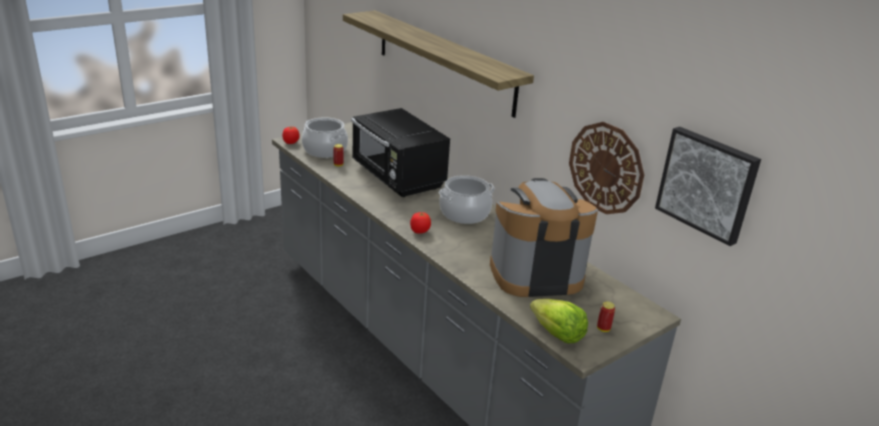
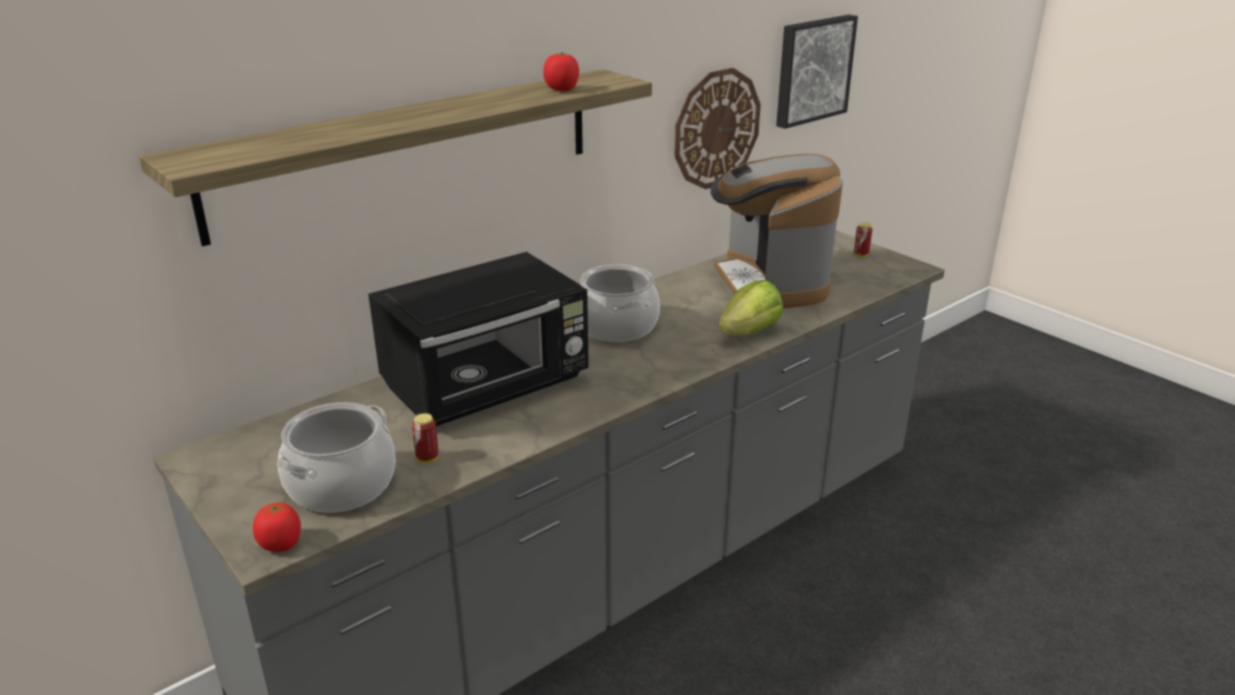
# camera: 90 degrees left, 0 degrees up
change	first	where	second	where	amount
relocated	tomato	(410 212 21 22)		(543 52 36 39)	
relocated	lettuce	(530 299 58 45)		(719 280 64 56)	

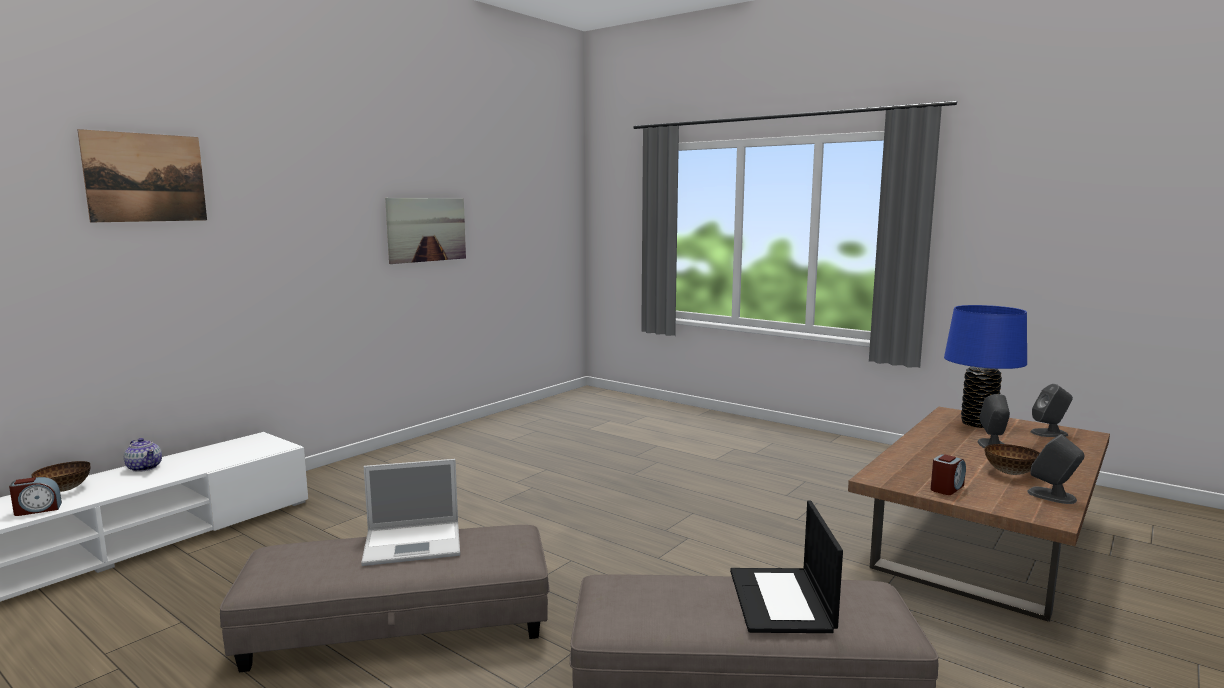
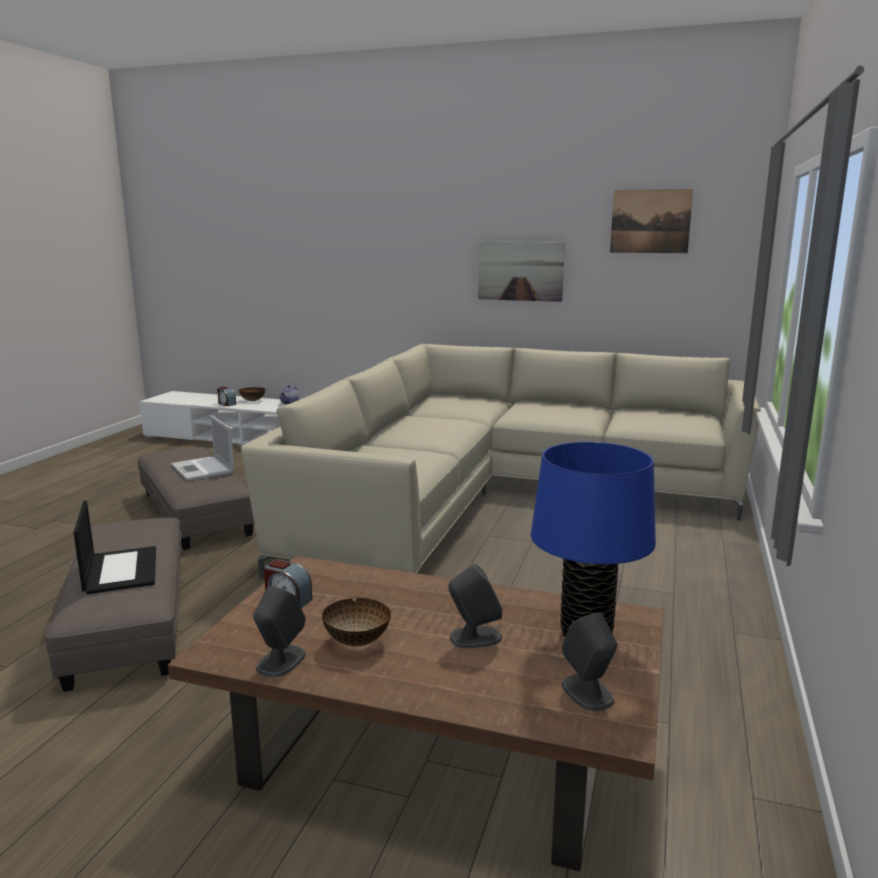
# camera: 70 degrees right, 5 degrees up
change	first	where	second	where	amount
appeared			sofa/beige	(241 344 520 235)	
relocated	picture	(77 129 130 93)		(610 189 83 64)	
spun	laptop	(730 501 113 132)		(74 500 82 94)	90 degrees clockwise

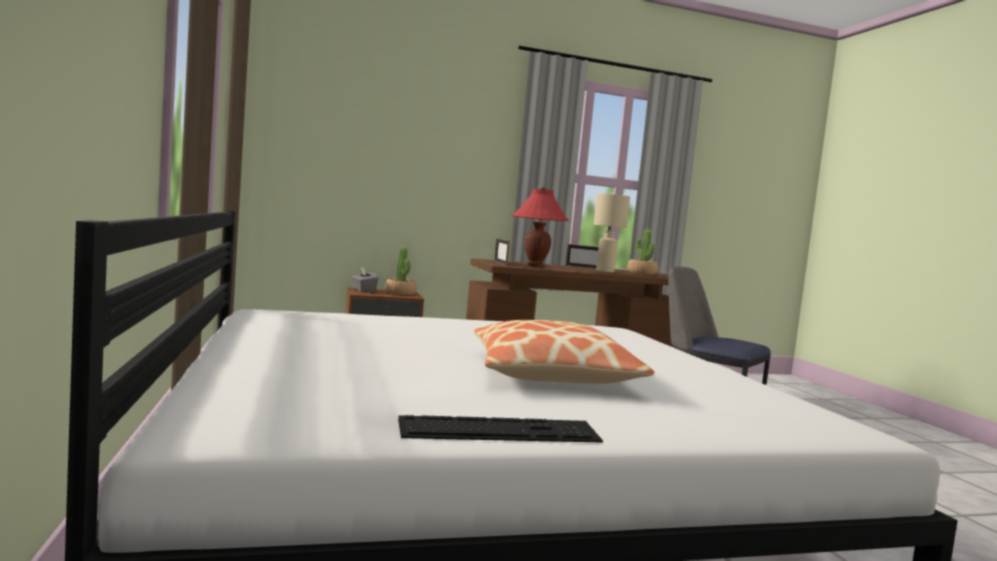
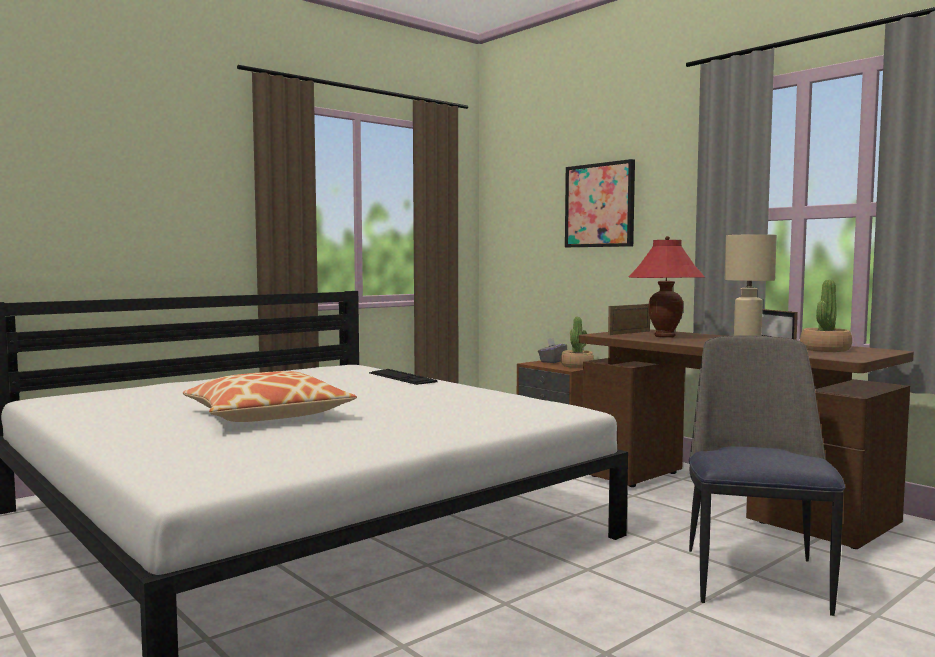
# camera: 65 degrees right, 0 degrees up
change	first	where	second	where	amount
appeared			picture	(565 159 70 88)	
relocated	keyboard	(398 415 205 28)		(369 369 68 16)	

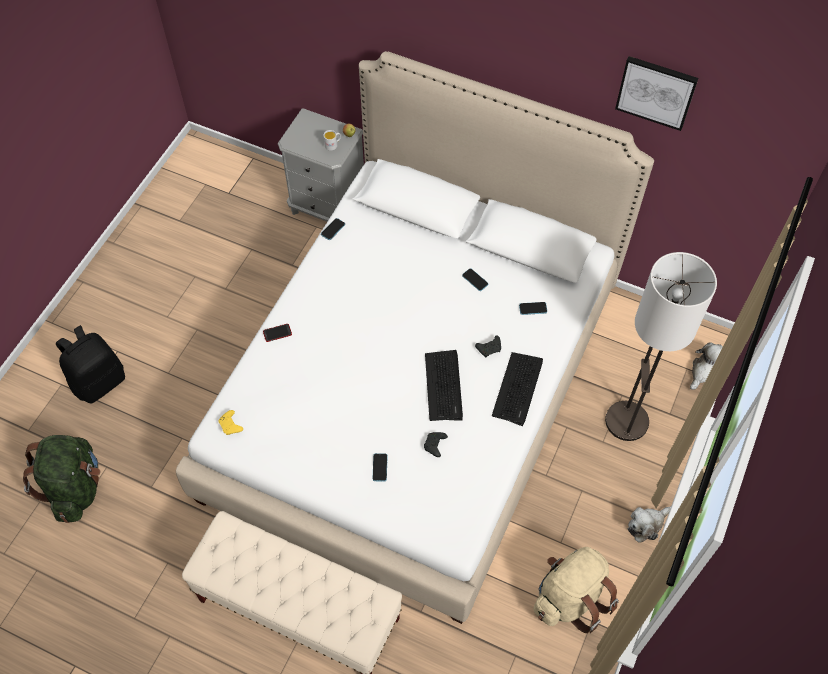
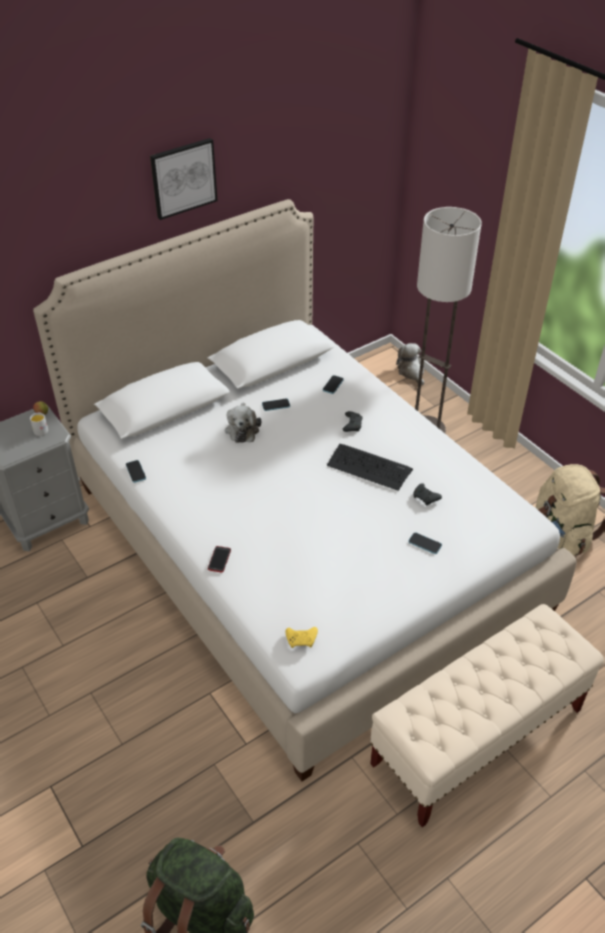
# camera: 60 degrees left, 15 degrees down
change	first	where	second	where	amount
missing	backpack/black	(56 325 69 79)			
missing	keyboard	(492 352 51 74)			
relocated	picture	(615 56 83 75)		(150 138 67 82)	
relocated	plush toy	(628 506 43 37)		(225 403 36 40)	

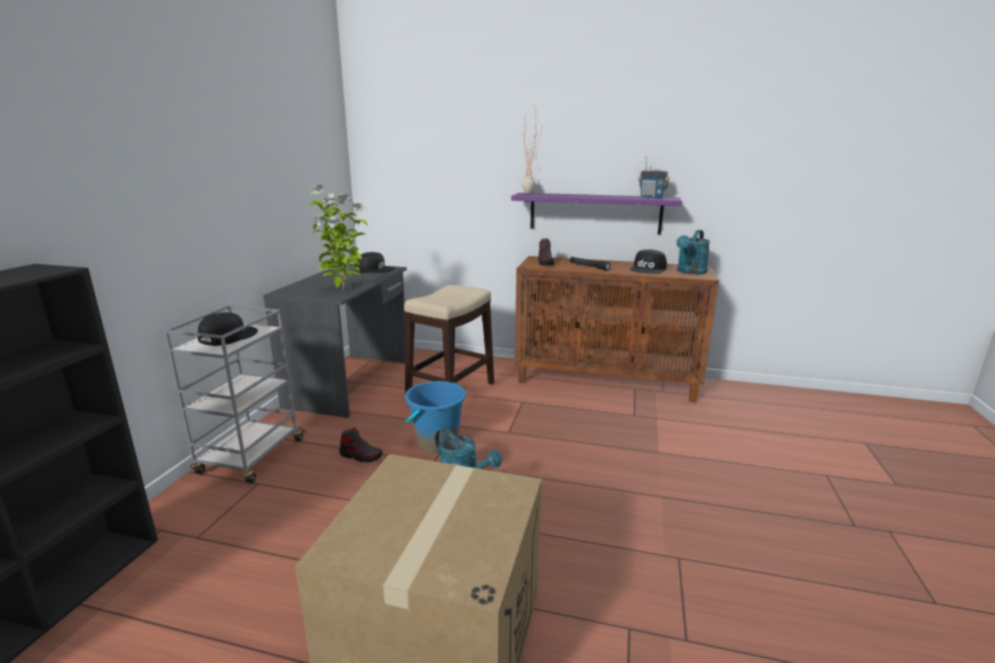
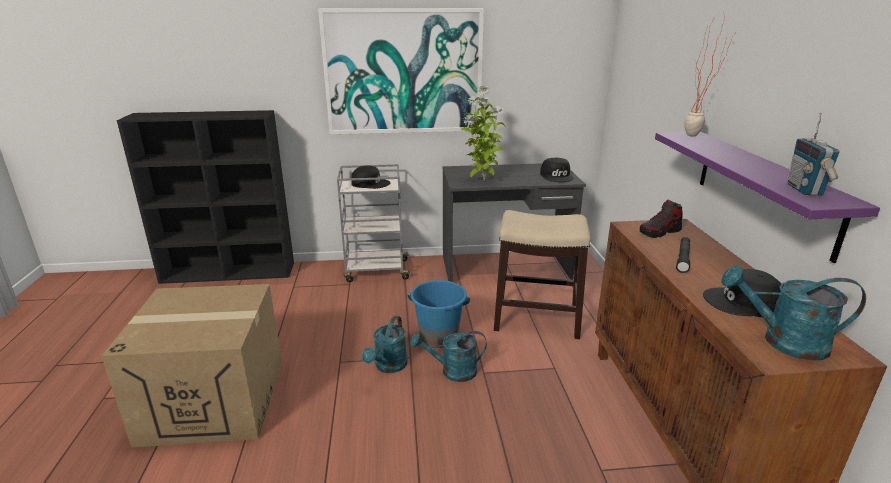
# camera: 70 degrees right, 5 degrees up
change	first	where	second	where	amount
missing	shoe	(339 427 43 36)			
appeared			picture	(318 8 166 126)	
appeared			watering can/turquoise	(410 331 77 51)	

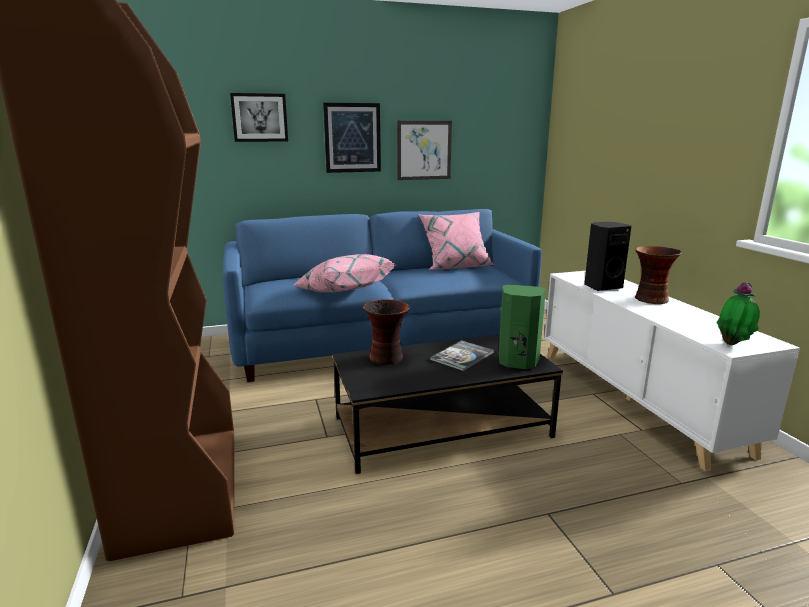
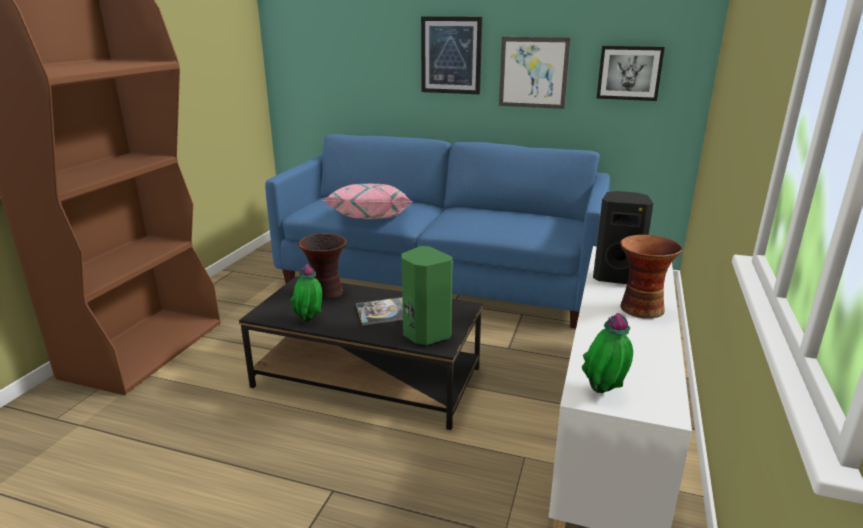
# camera: 35 degrees right, 5 degrees up
change	first	where	second	where	amount
missing	pillow/pink	(418 212 77 58)			
appeared			potted plant	(290 264 32 59)	
relocated	picture	(230 93 58 49)		(597 46 68 55)	

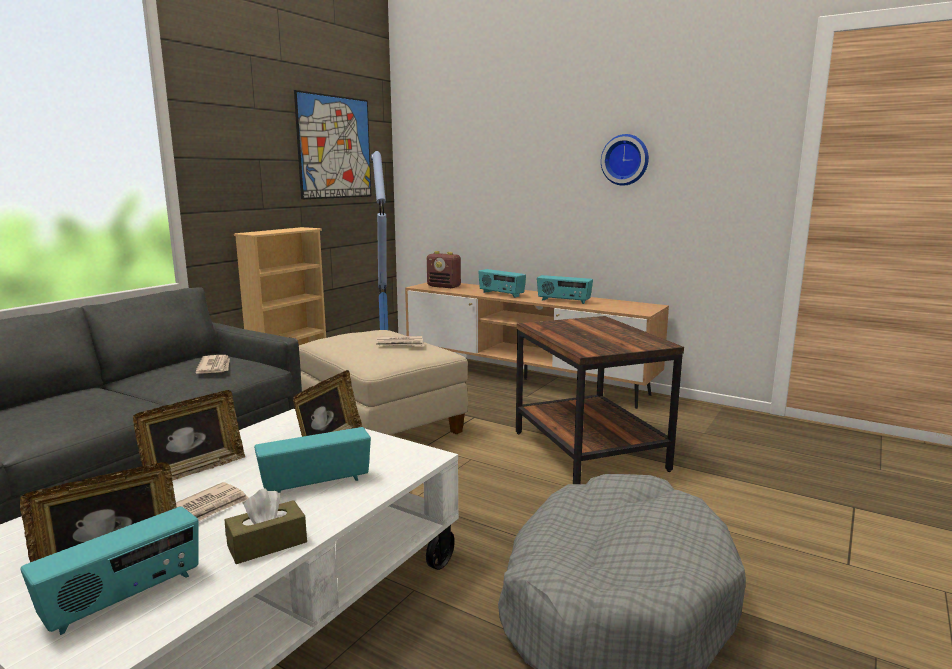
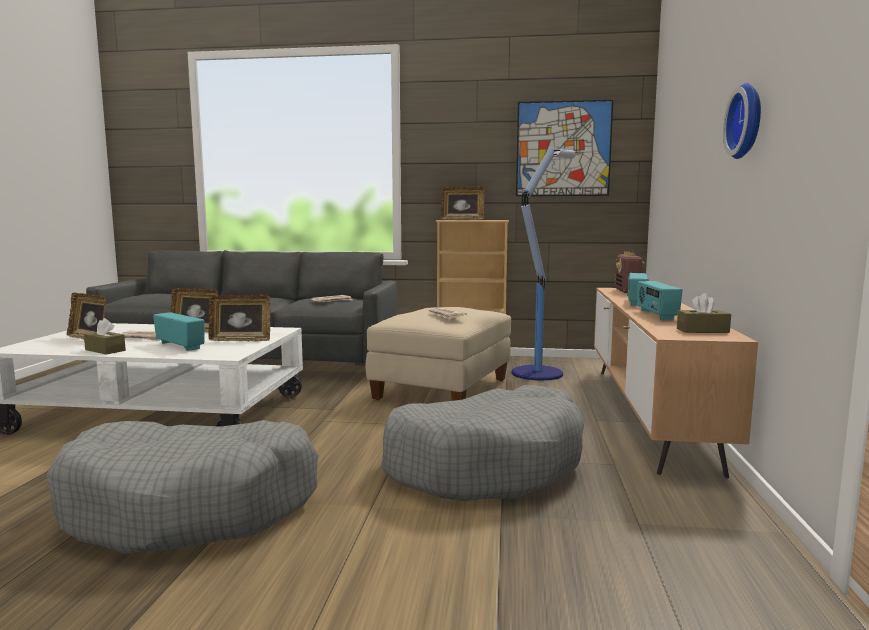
# camera: 65 degrees right, 5 degrees down
change	first	where	second	where	amount
missing	radio	(21 506 178 129)			
appeared			picture frame	(441 186 43 34)	
appeared			tissue box/brown	(677 293 54 40)	
exchanged	side table/brown	(516 316 168 168)	dog bed/grey	(381 385 203 116)	

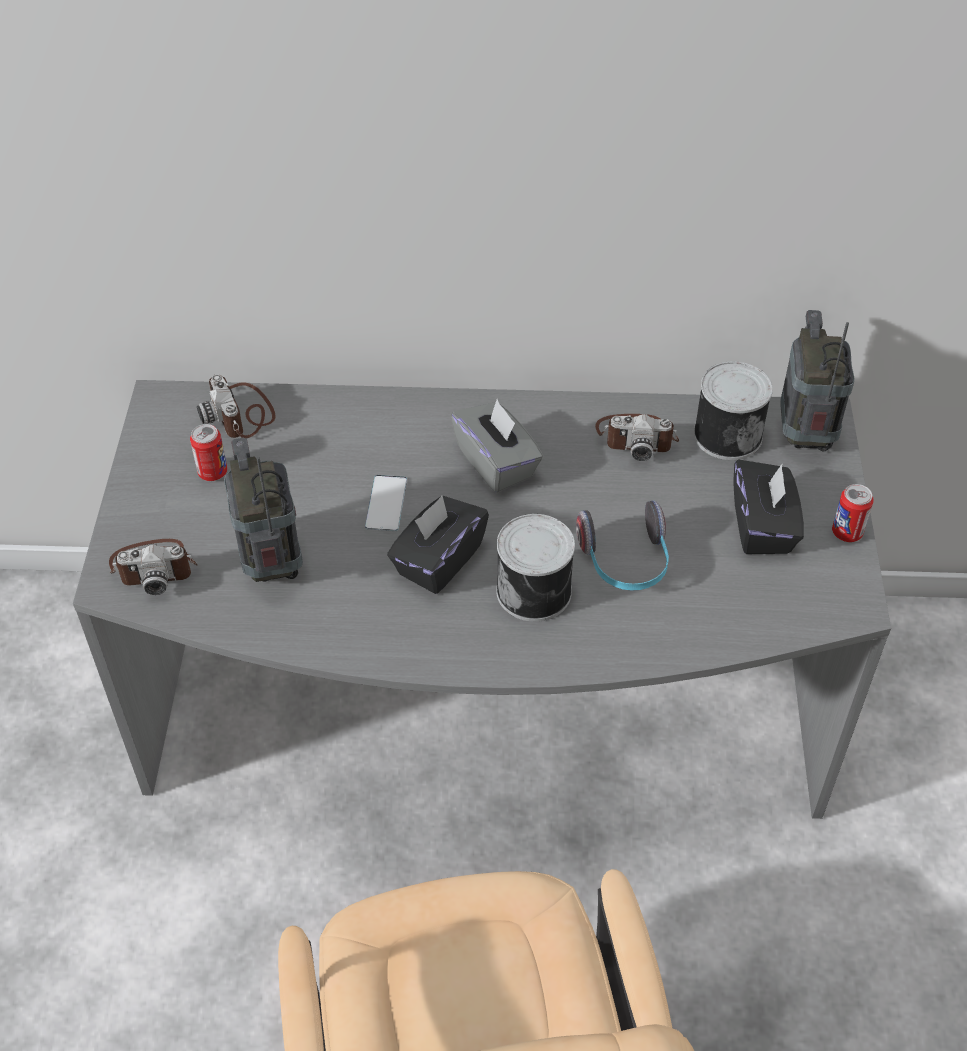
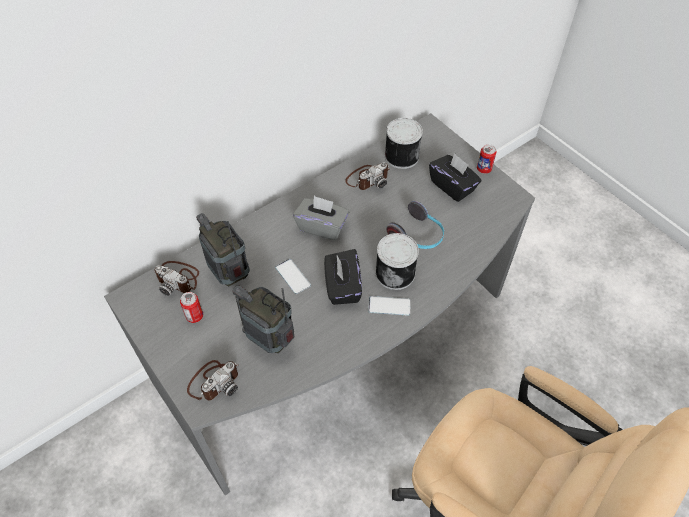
# camera: 40 degrees left, 5 degrees up
change	first	where	second	where	amount
appeared			phone	(368 296 43 20)	
relocated	radio	(780 310 75 142)		(196 213 54 73)	

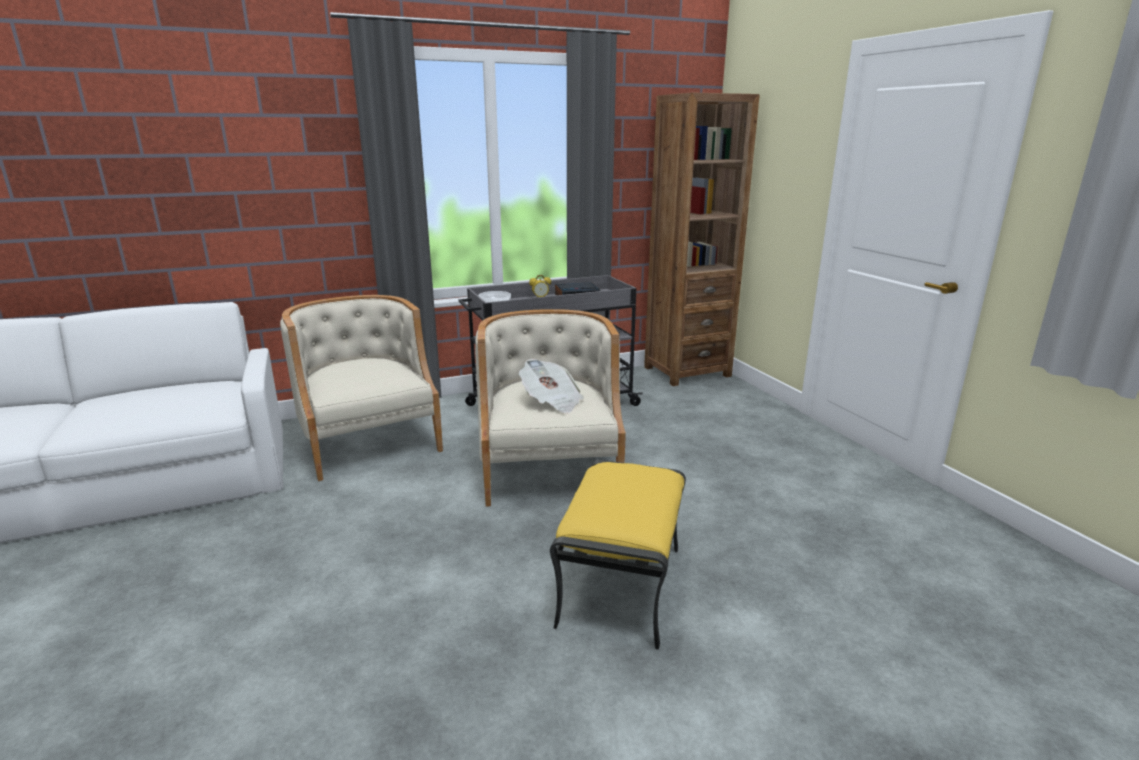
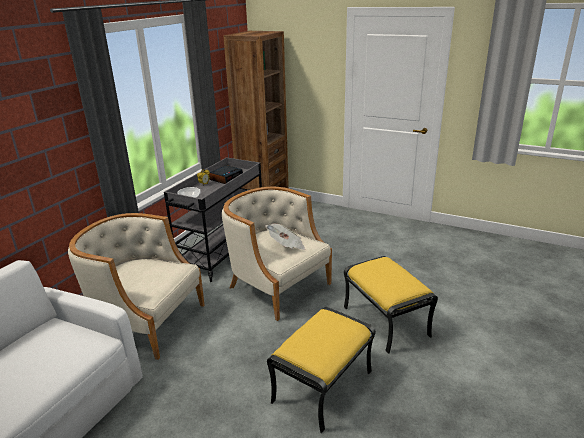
# camera: 40 degrees left, 5 degrees up
change	first	where	second	where	amount
appeared			ottoman/yellow	(267 307 109 126)	

